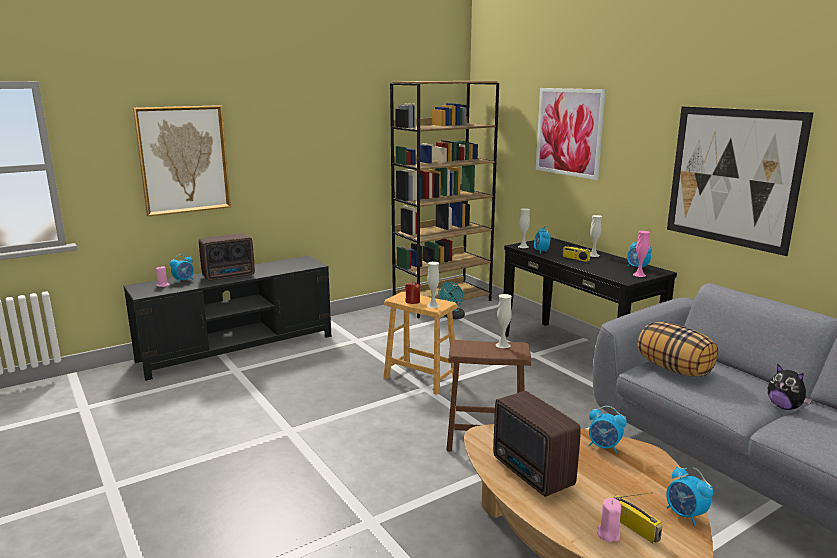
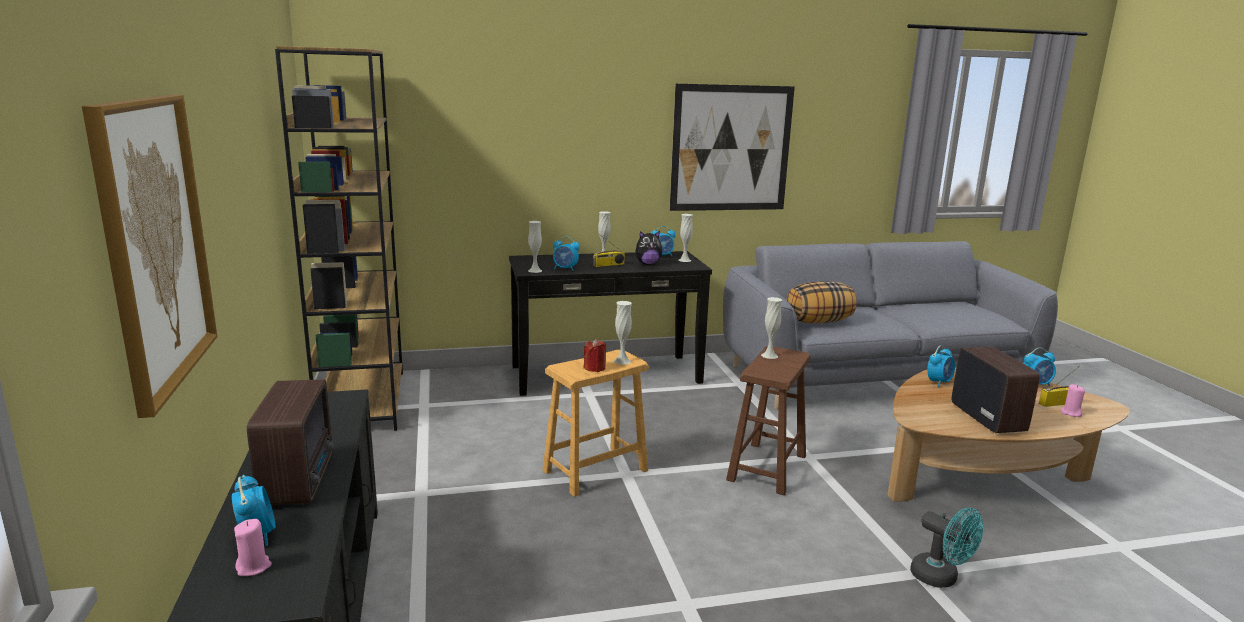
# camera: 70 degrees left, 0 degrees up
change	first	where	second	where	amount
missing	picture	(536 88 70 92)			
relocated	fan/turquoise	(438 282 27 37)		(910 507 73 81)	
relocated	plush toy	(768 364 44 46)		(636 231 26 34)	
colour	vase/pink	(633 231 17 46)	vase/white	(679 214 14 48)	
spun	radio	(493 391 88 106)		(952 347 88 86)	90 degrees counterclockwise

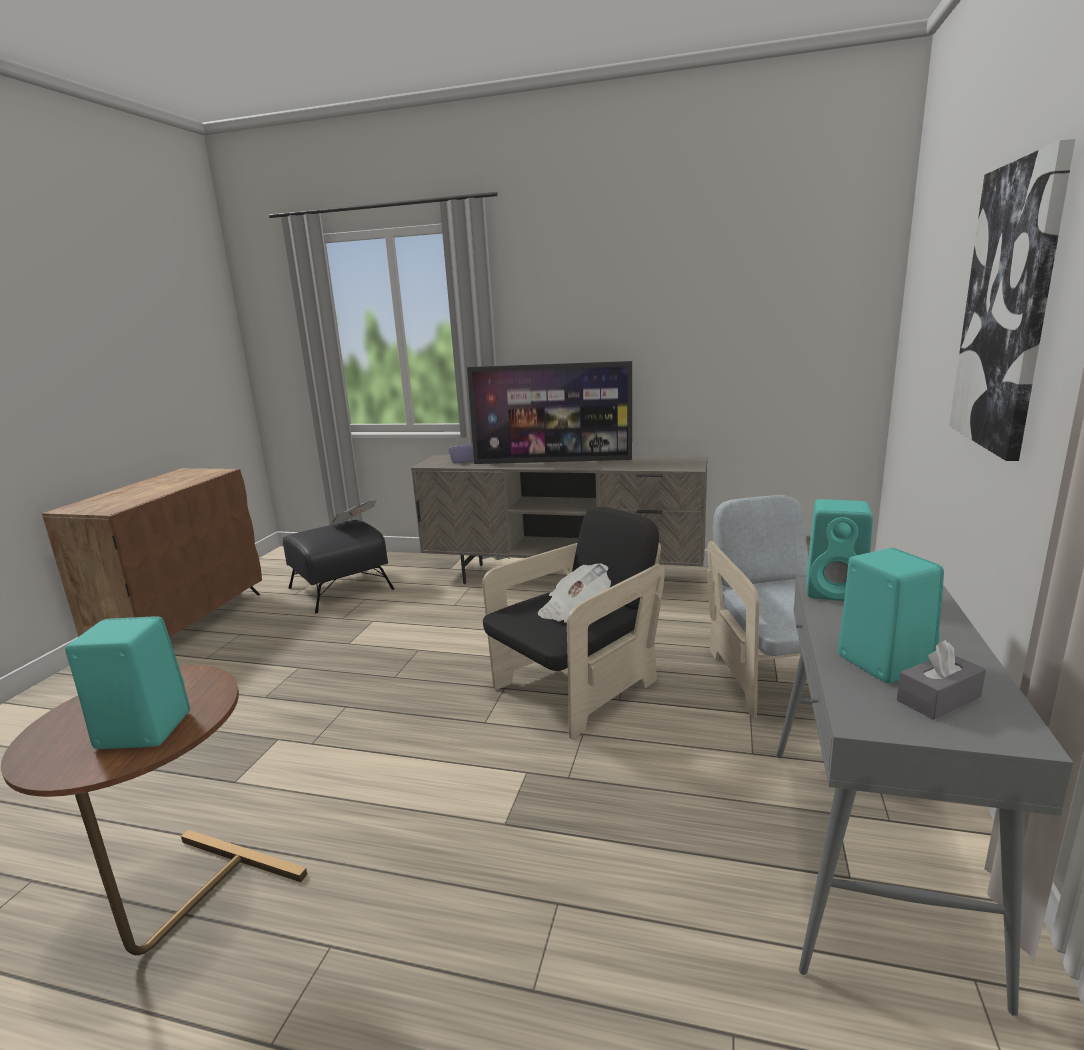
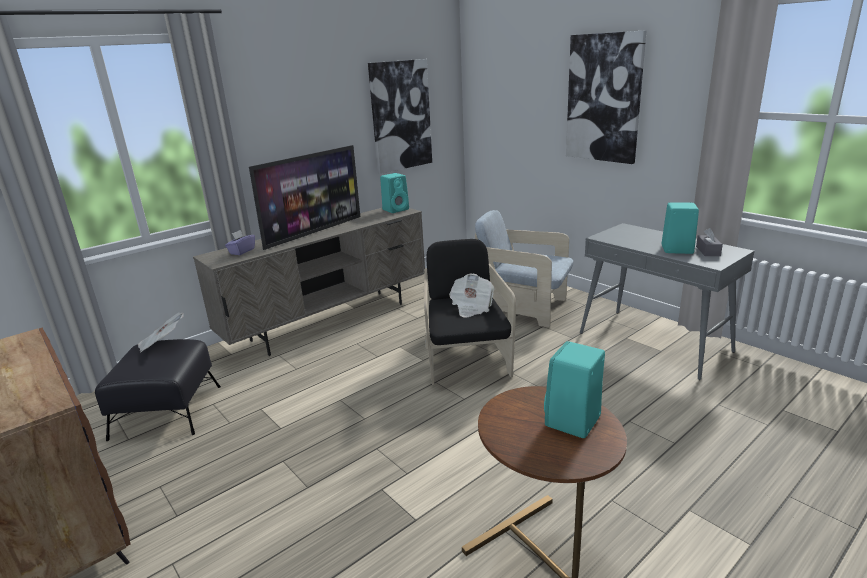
# camera: 55 degrees left, 5 degrees up
change	first	where	second	where	amount
appeared			picture	(368 59 64 115)	
relocated	speaker/turquoise	(806 499 67 102)		(380 173 29 40)	

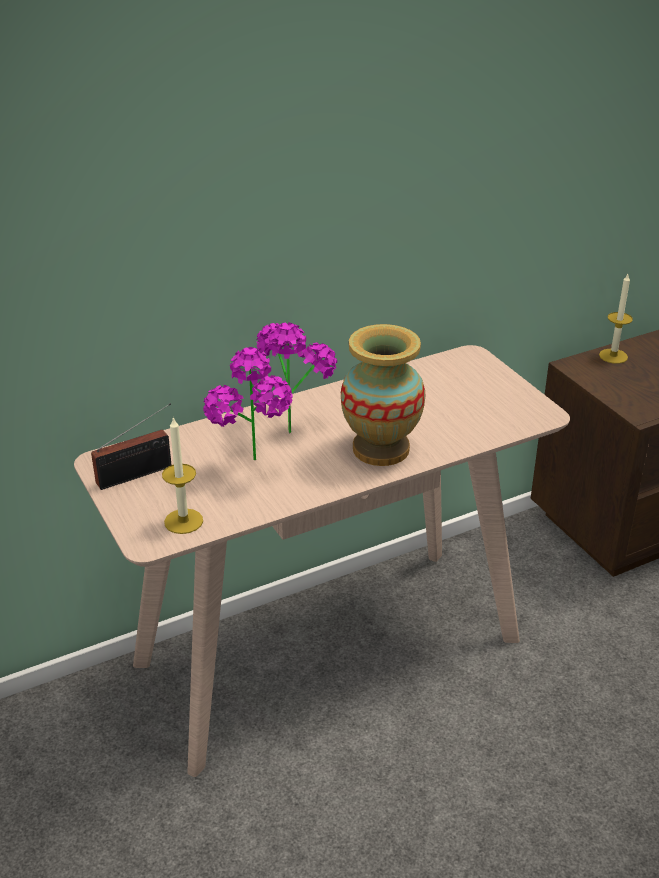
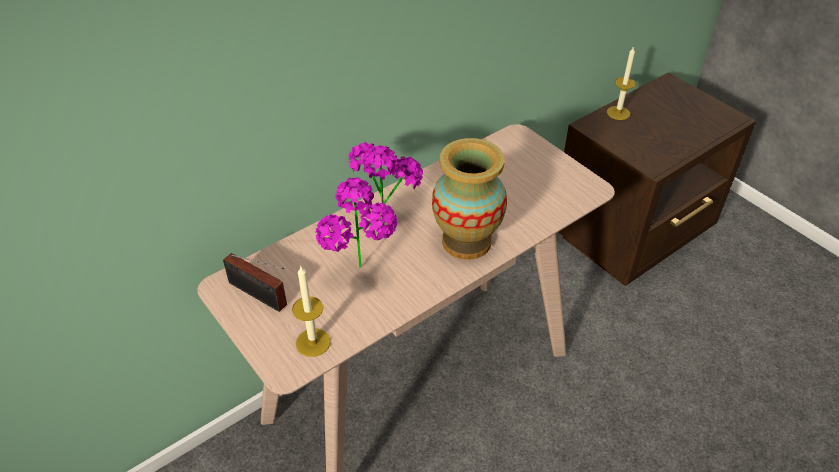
# camera: 10 degrees left, 10 degrees up
change	first	where	second	where	amount
spun	radio	(91 403 81 87)		(223 253 64 59)	75 degrees clockwise

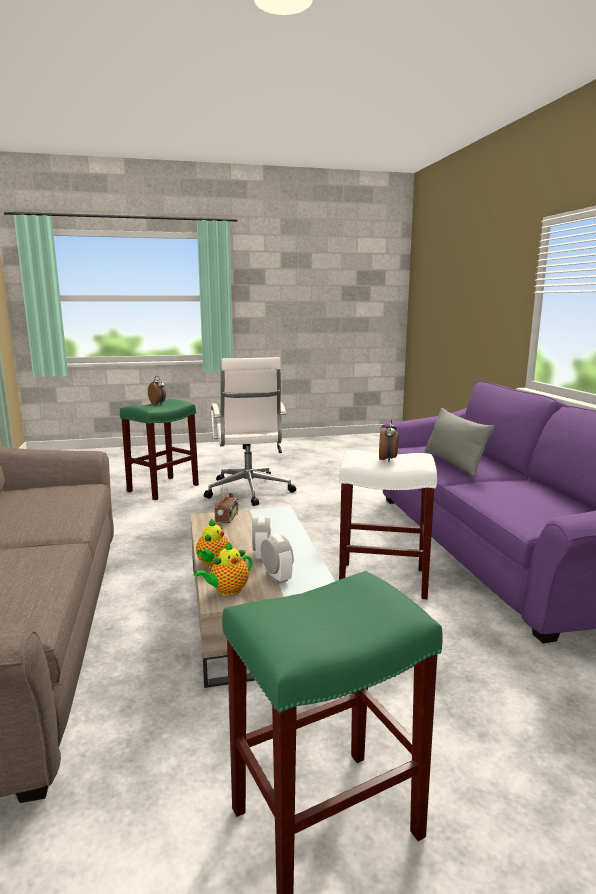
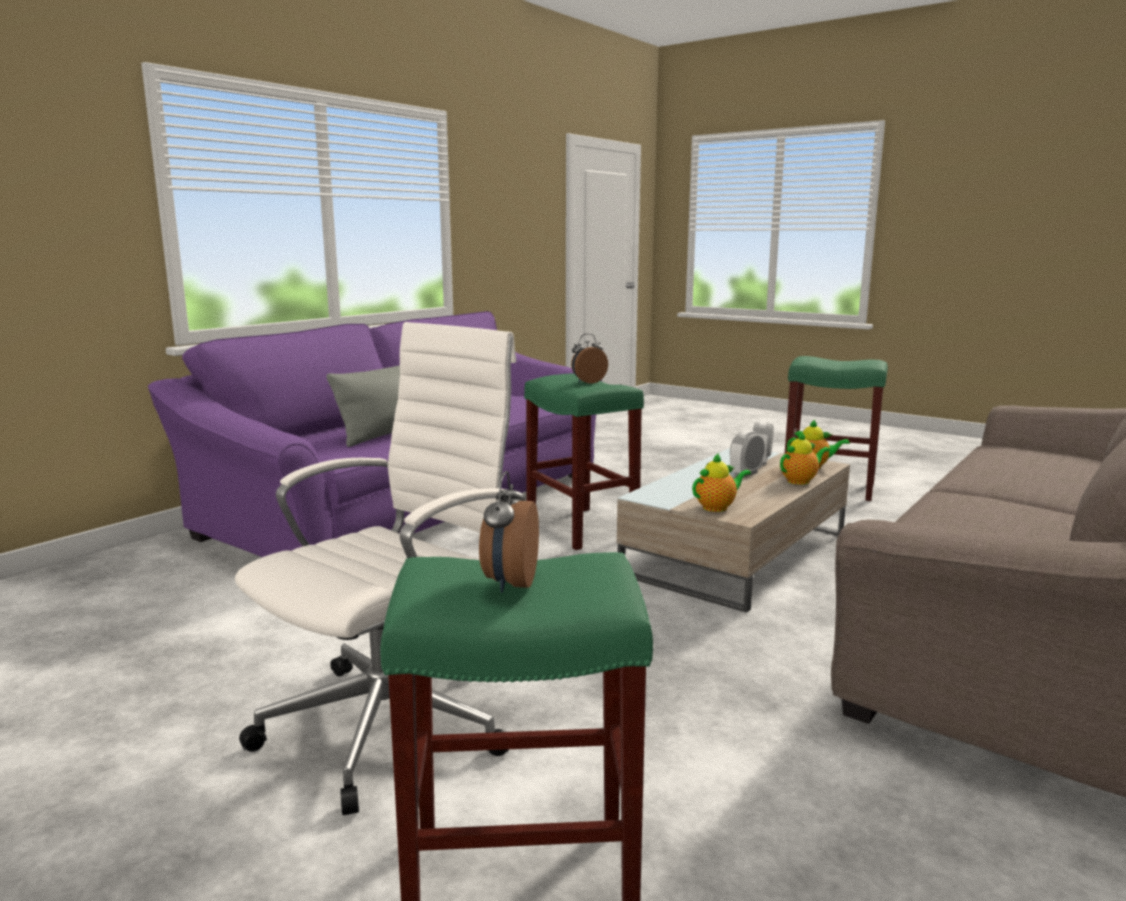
# camera: 130 degrees left, 0 degrees up
change	first	where	second	where	amount
exchanged	radio	(214 485 24 38)	teapot	(692 453 59 59)	
colour	stool/white	(339 450 98 149)	stool/green	(524 374 120 176)	

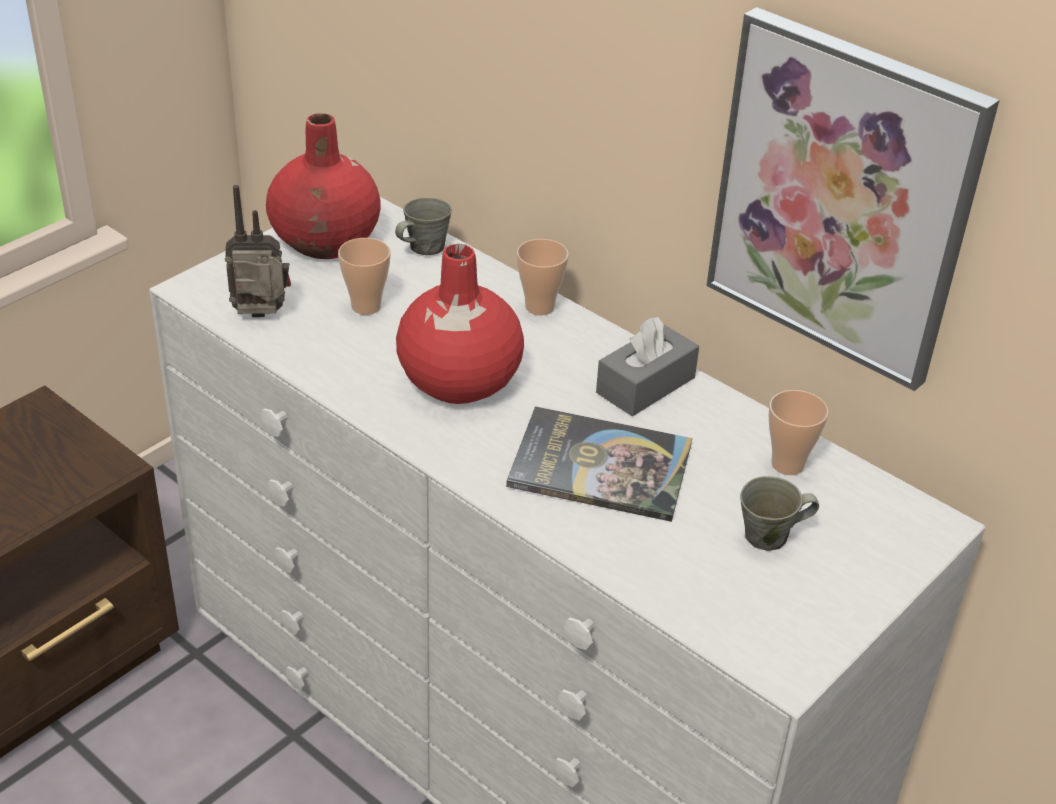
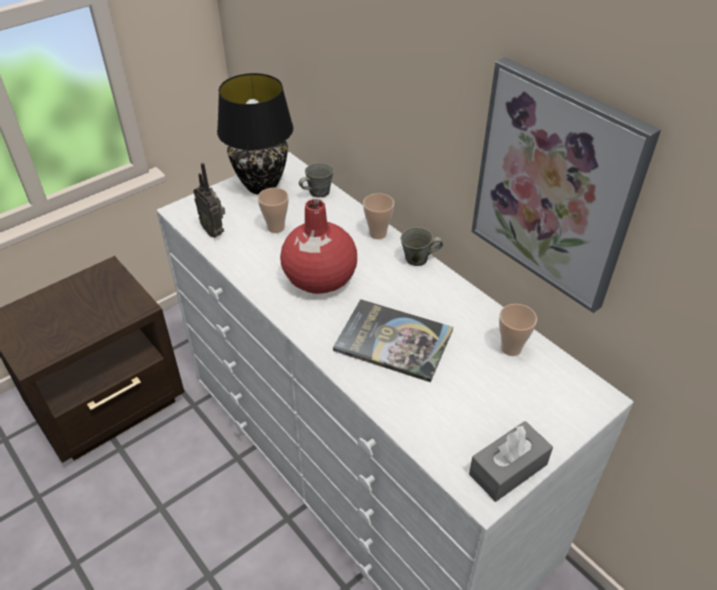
# camera: 10 degrees right, 5 degrees up
change	first	where	second	where	amount
relocated	tissue box/grey	(596 317 103 99)		(469 421 84 81)	
relocated	mug/grey	(740 476 79 75)		(401 227 42 39)	
exchanged	vase/red	(266 113 115 146)	table lamp/black	(217 73 77 121)	
spun	radio	(225 185 66 132)		(193 163 32 75)	135 degrees counterclockwise

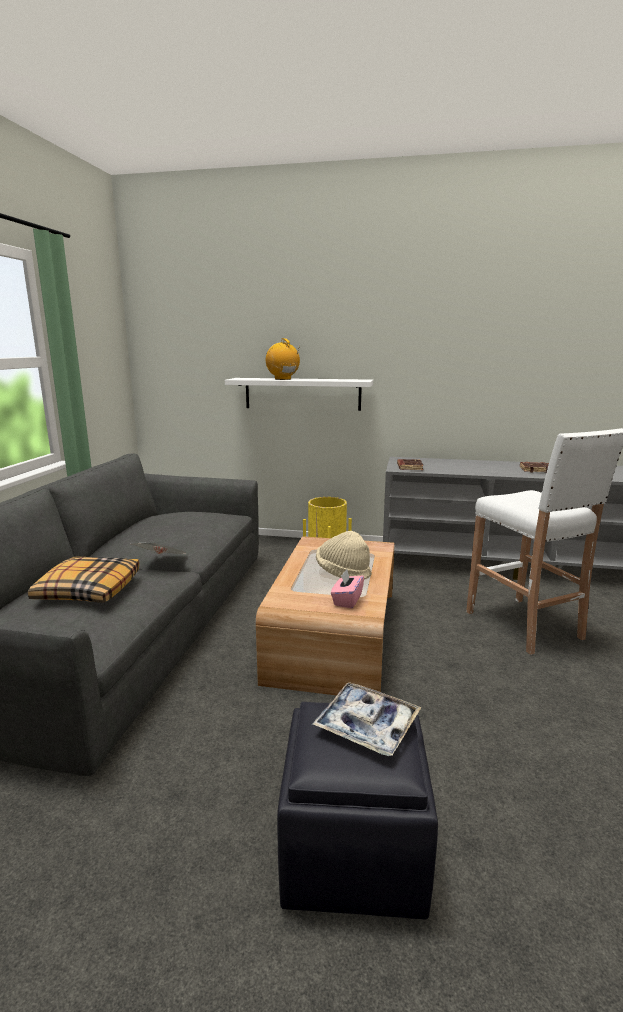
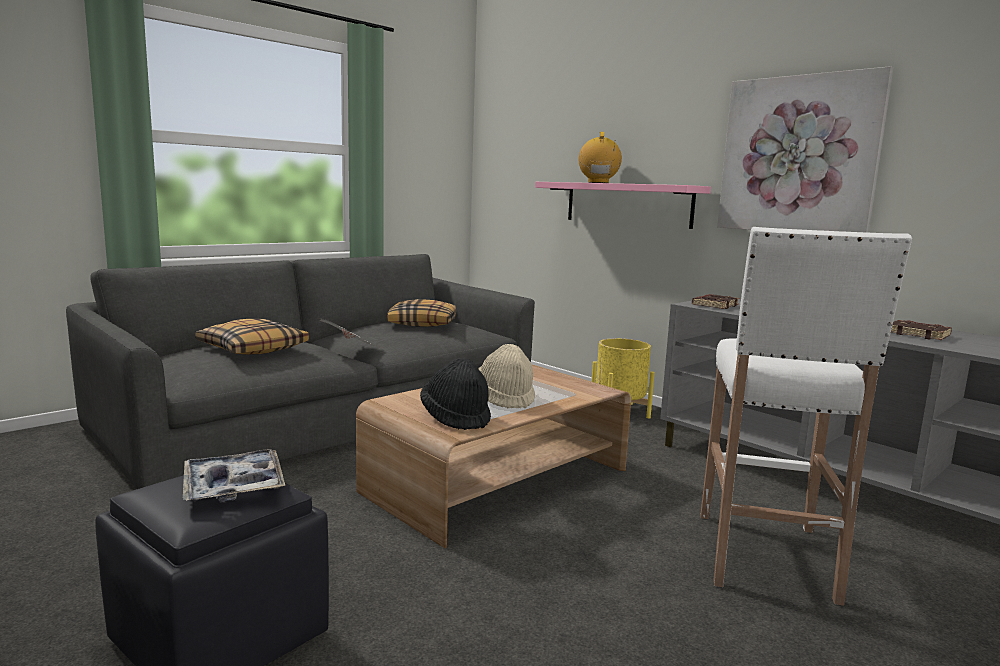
# camera: 35 degrees right, 5 degrees down
change	first	where	second	where	amount
appeared			pillow	(387 299 69 28)	
appeared			picture	(717 66 176 167)	
exchanged	tissue box/pink	(331 570 33 38)	hat/black	(420 358 71 72)	
colour	shelf/white	(225 378 148 33)	shelf/pink	(535 182 176 47)	

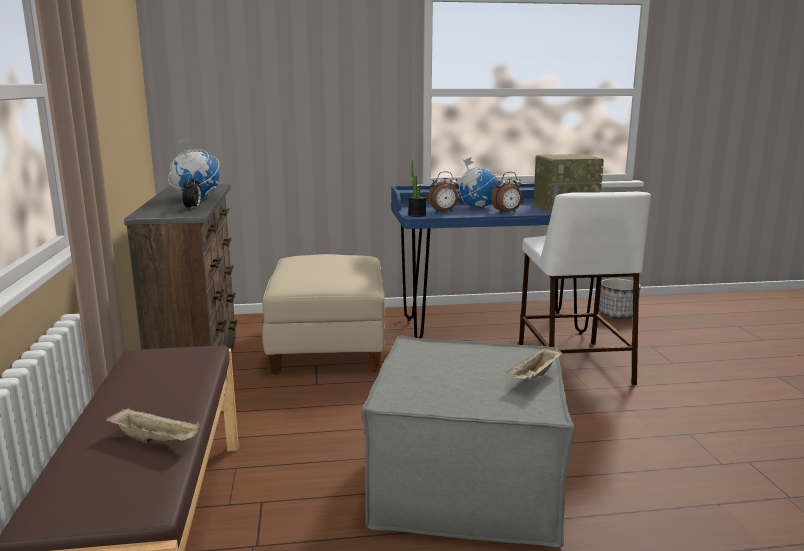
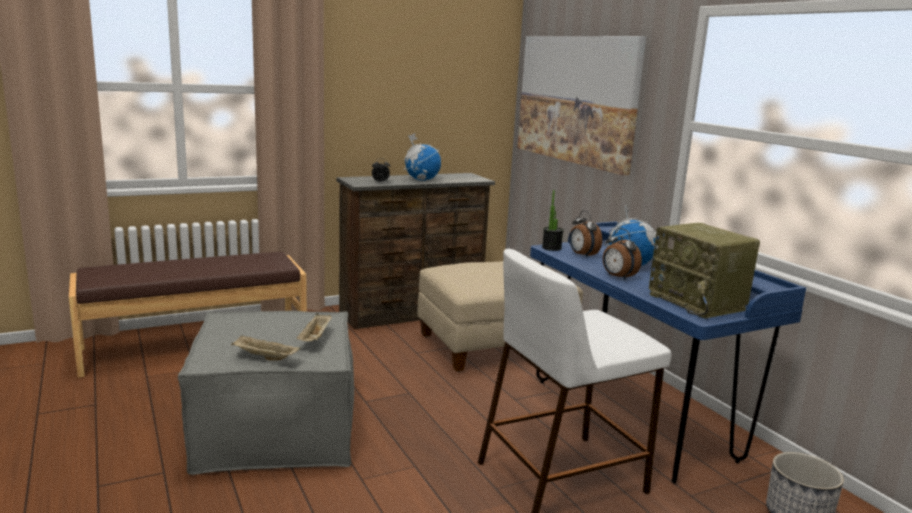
# camera: 70 degrees right, 0 degrees up
change	first	where	second	where	amount
appeared			picture	(517 36 129 140)	
relocated	tray/beige	(106 408 95 35)		(296 313 36 28)	

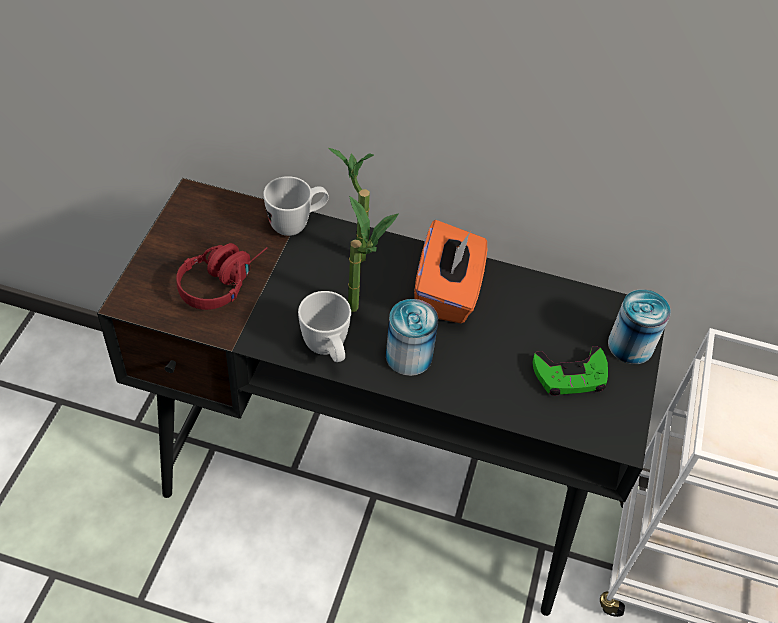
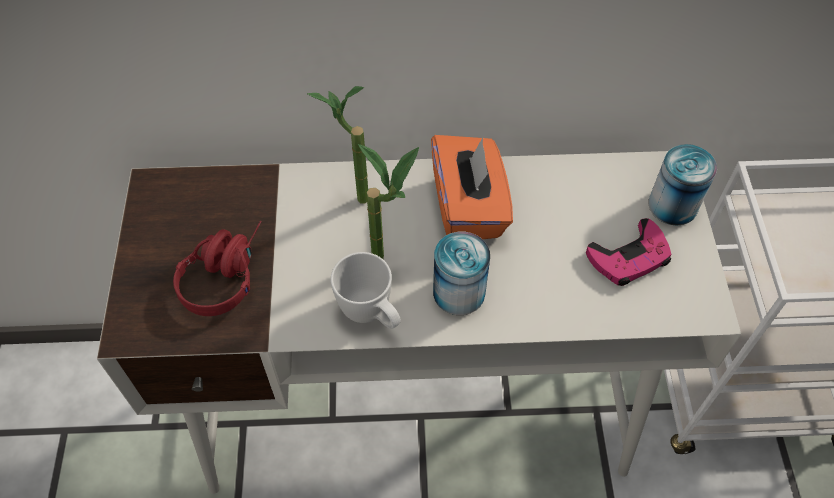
# camera: 15 degrees left, 5 degrees up
change	first	where	second	where	amount
missing	mug/white	(263 176 66 60)			
colour	desk/black	(97 178 567 438)	desk/white	(97 151 644 343)	
colour	game controller/green	(532 346 76 50)	game controller/pink	(586 218 85 68)	

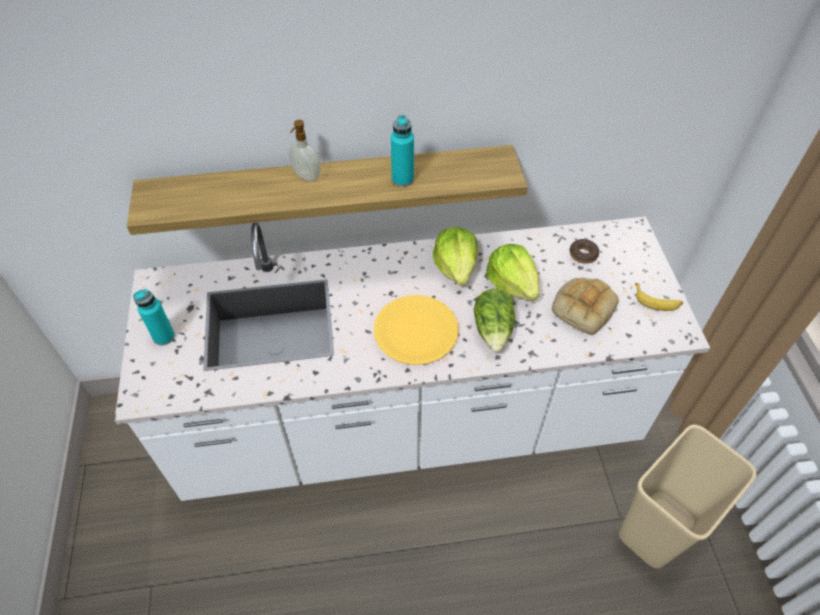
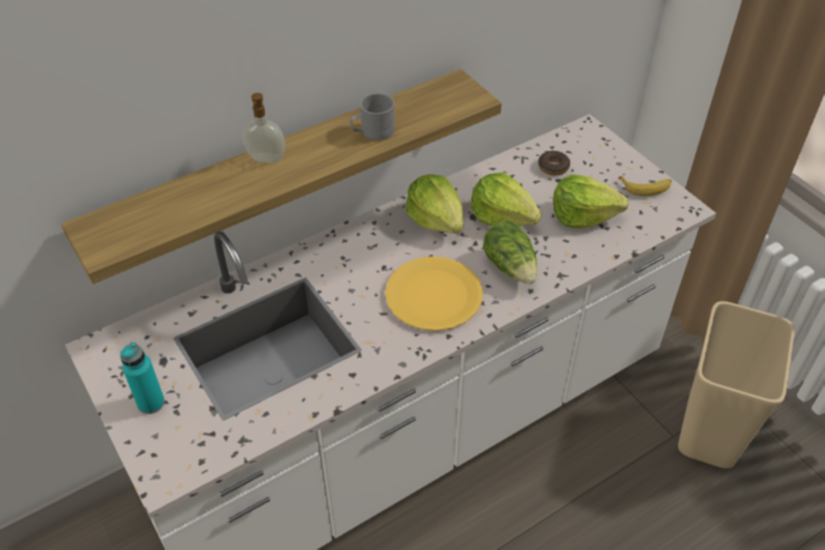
# camera: 25 degrees left, 5 degrees down
change	first	where	second	where	amount
exchanged	bottle/turquoise	(391 115 23 72)	mug/grey	(350 93 45 48)	
exchanged	bread	(552 278 67 57)	lettuce	(553 174 76 54)	

